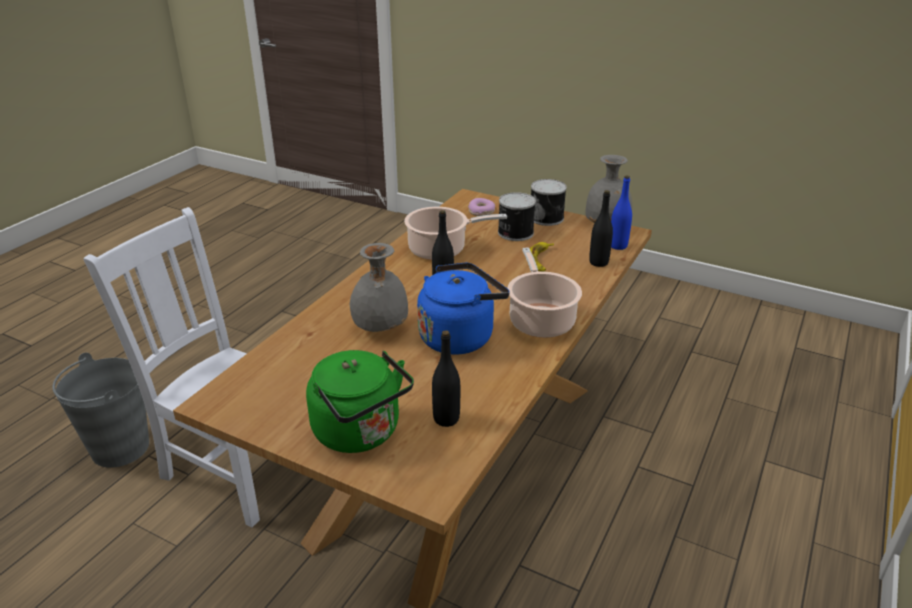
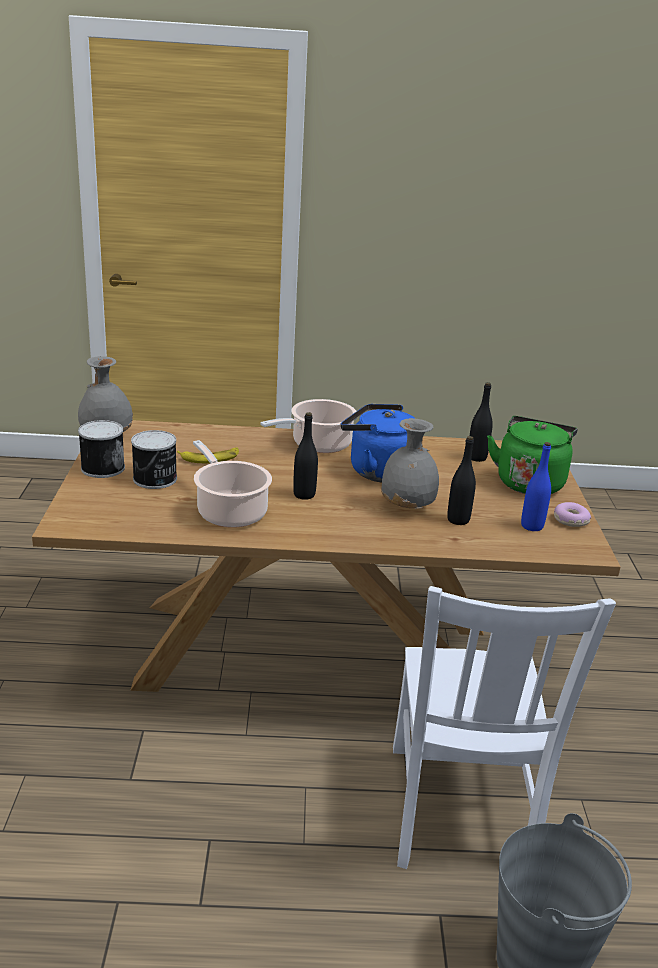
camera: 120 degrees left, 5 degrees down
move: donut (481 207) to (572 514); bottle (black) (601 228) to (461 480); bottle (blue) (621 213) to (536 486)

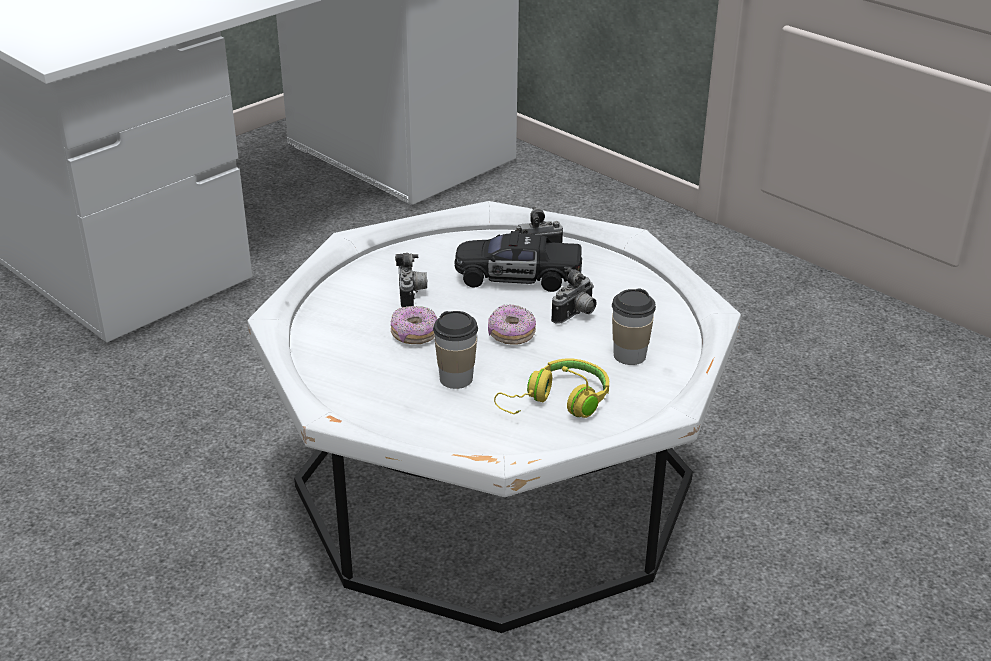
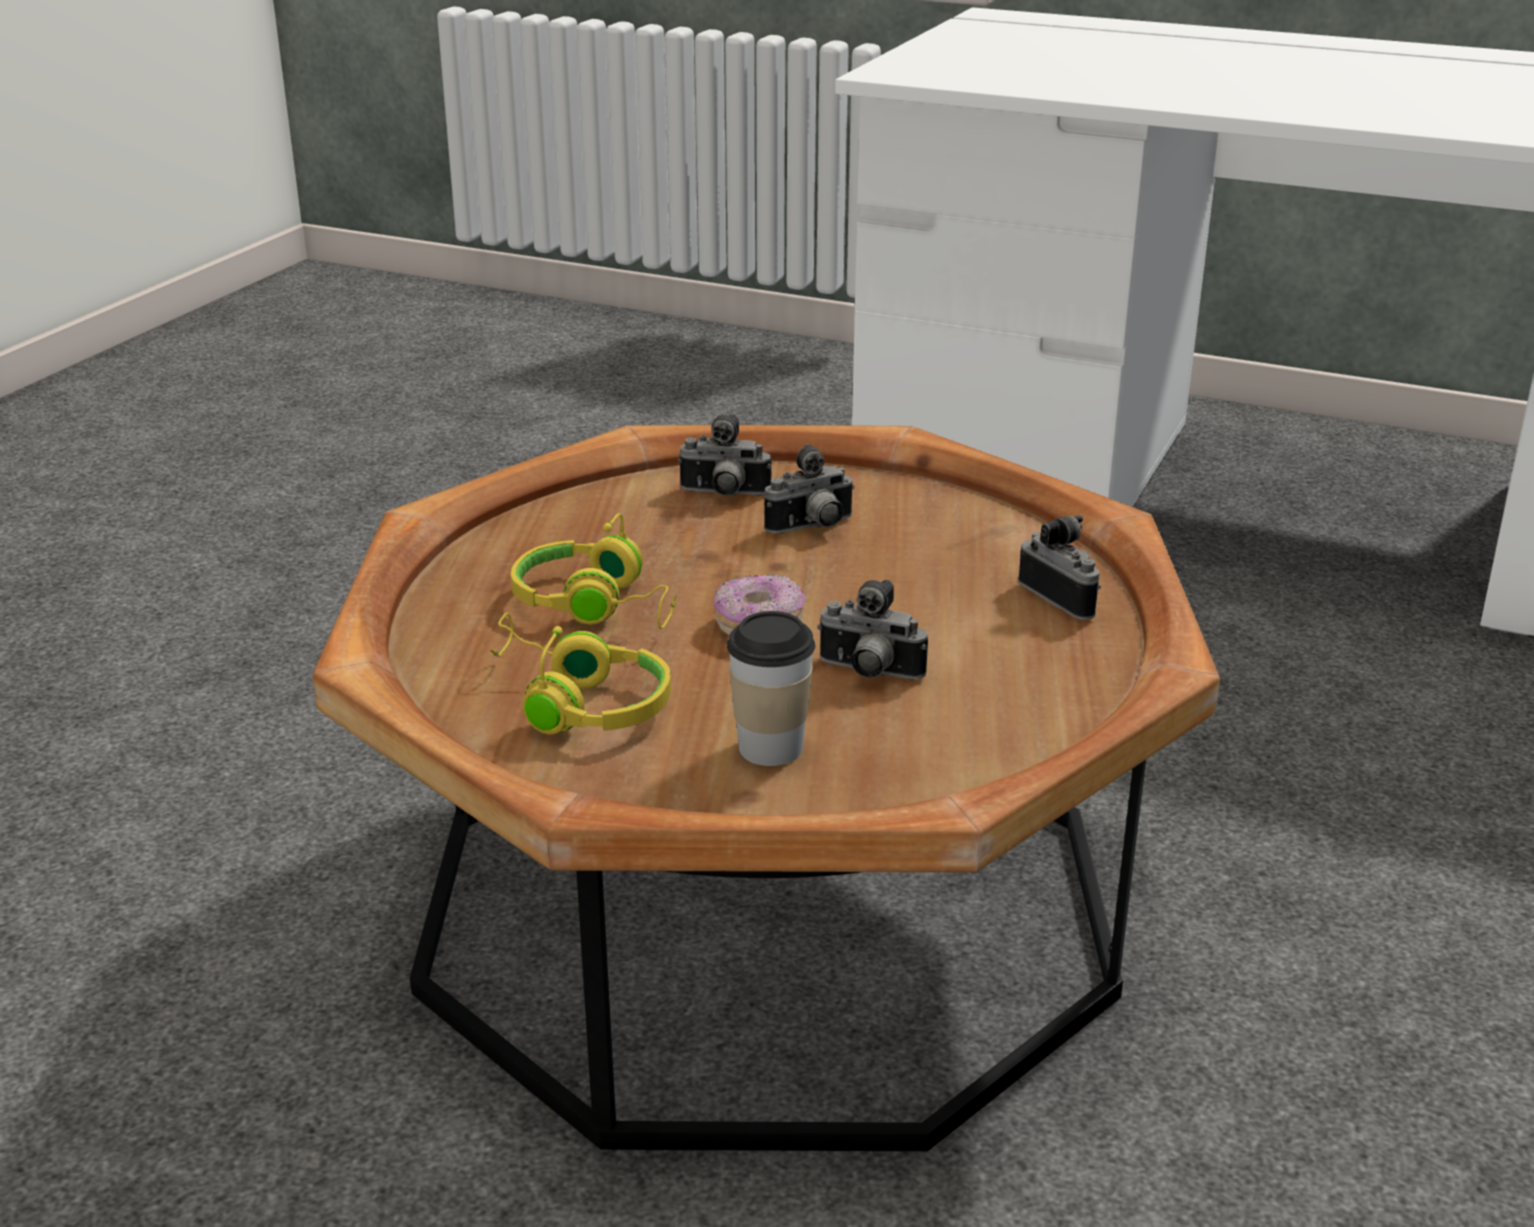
camera: 70 degrees right, 5 degrees down
delete: donut (414 325); toy car (black) (518 261)
insert: photo camera (724 455)
replace: cup (455 350) to headphones (yellow) (593 571)
recolor: coffee table (white) (494 417) to coffee table (brown) (766 788)

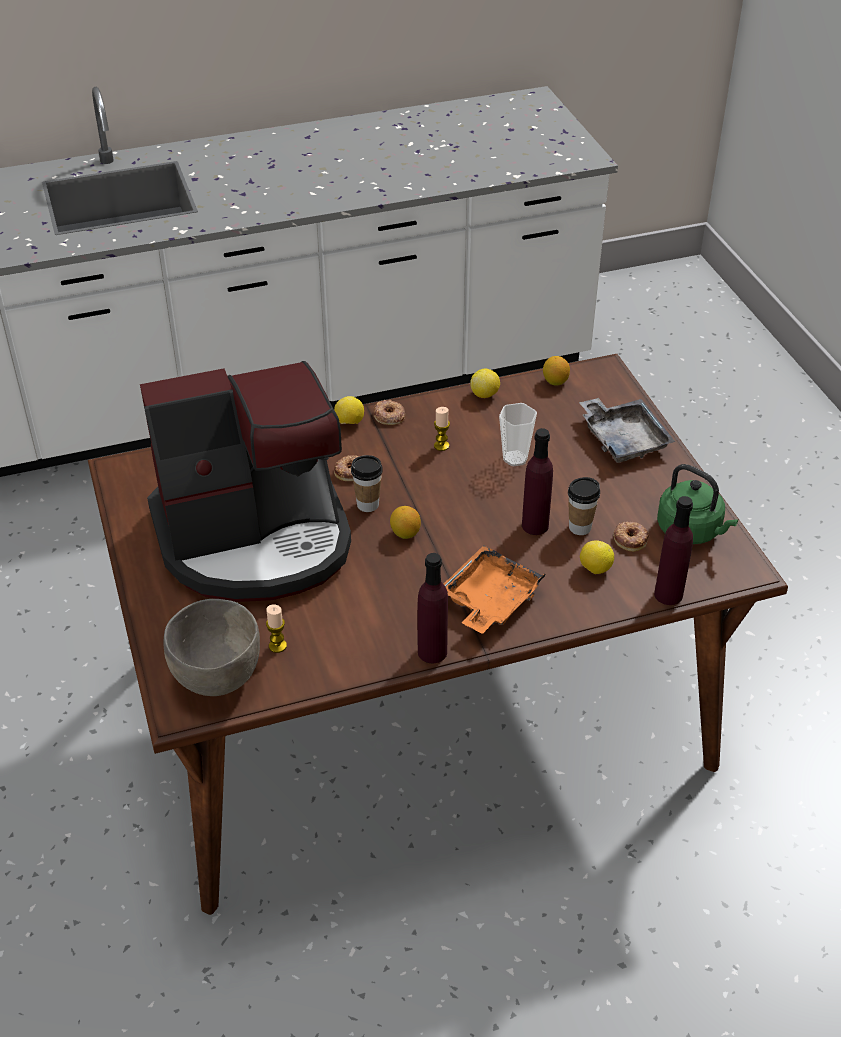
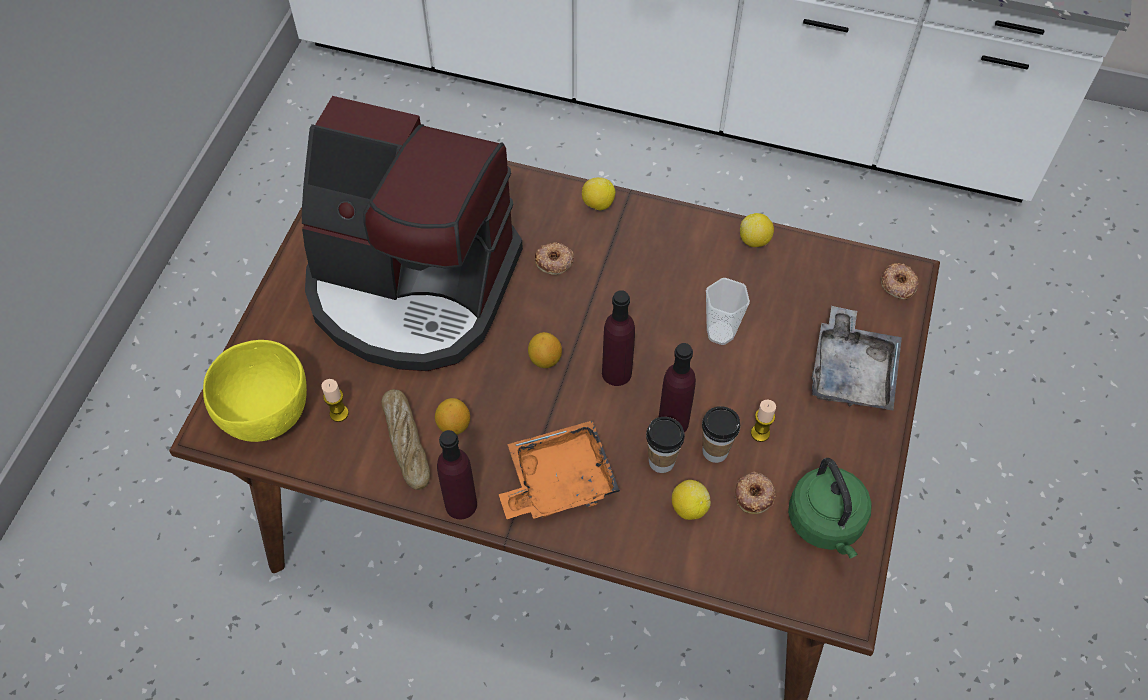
camera: 35 degrees right, 15 degrees up
insert: bread (406 439)
move: cup (367 483) to (665 445); donut (389 412) to (900 281); candle (442 429) to (763 421); lemon (556 371) to (452 416); bottle (purple) (673 550) to (618 338)
recolor: bowl (grey) (212 647) to bowl (yellow) (255 391)

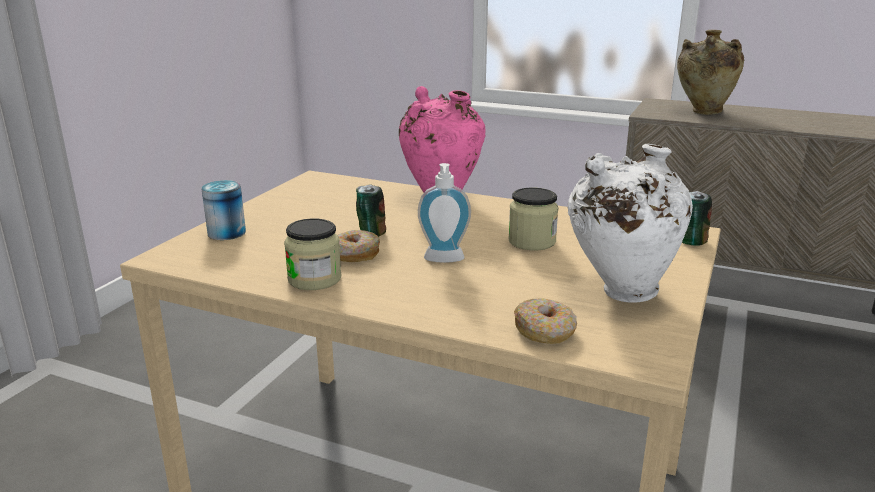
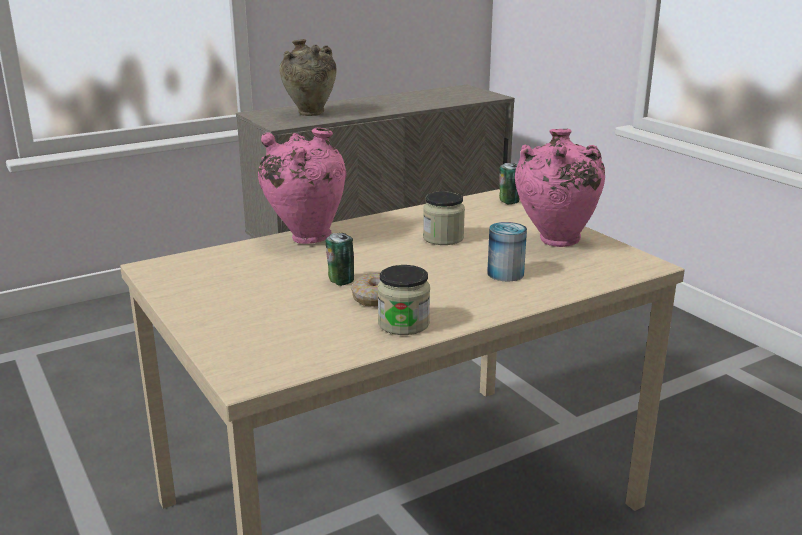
camera: 55 degrees left, 0 degrees up
delete: soap dispenser (444 213); donut (545 321)
move: can (223 210) to (507 251)
recolor: vase (white) (630 223) to vase (pink) (560 188)

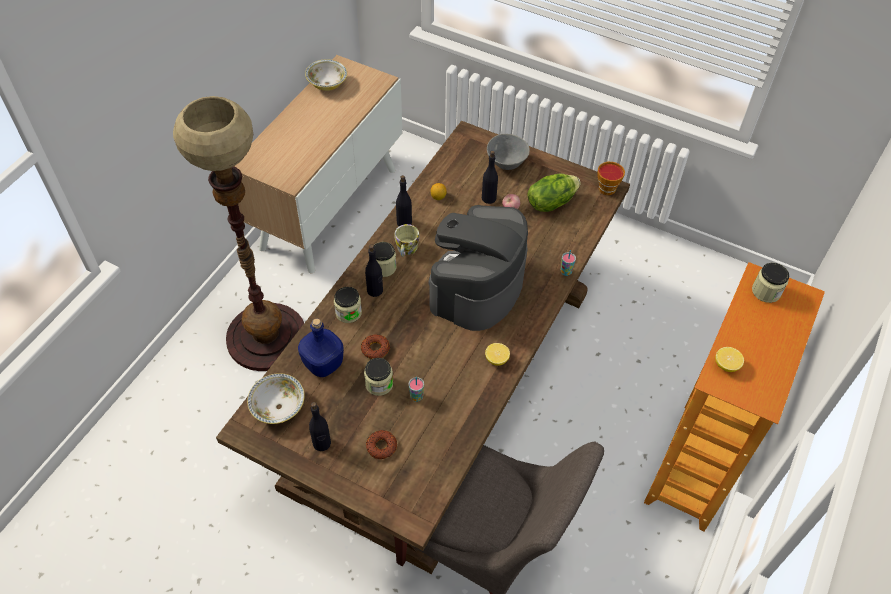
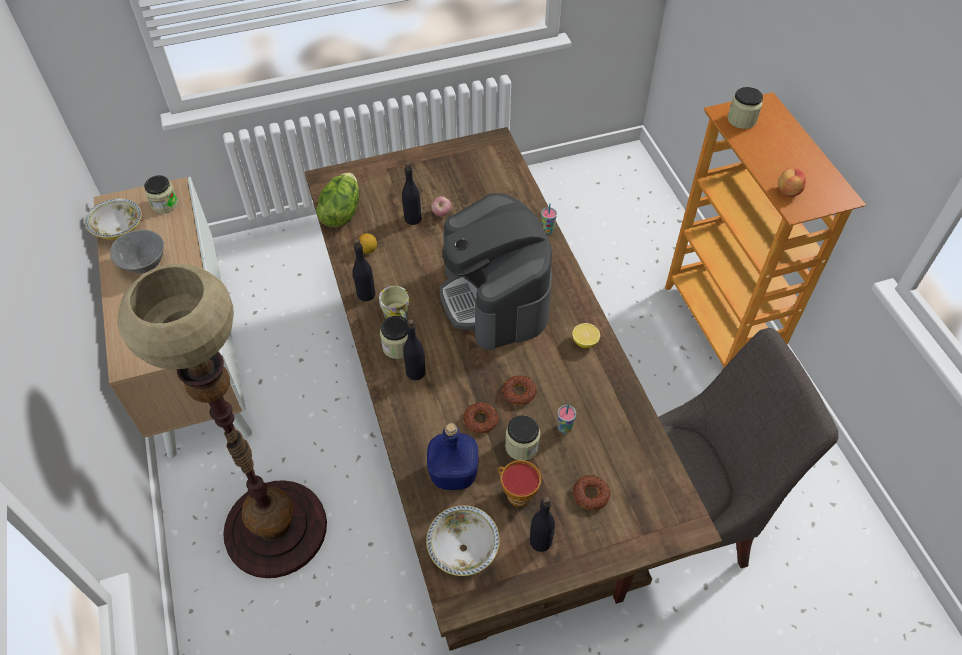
camera: 45 degrees left, 0 degrees up
insert: donut (519 390)
move: jar (348 305) to (161 194); bowl (grey) (508 152) to (137 251); lettuce (554 193) to (337 199); cup (611 178) to (519 483)
replace: lemon (729 359) to apple (792 182)

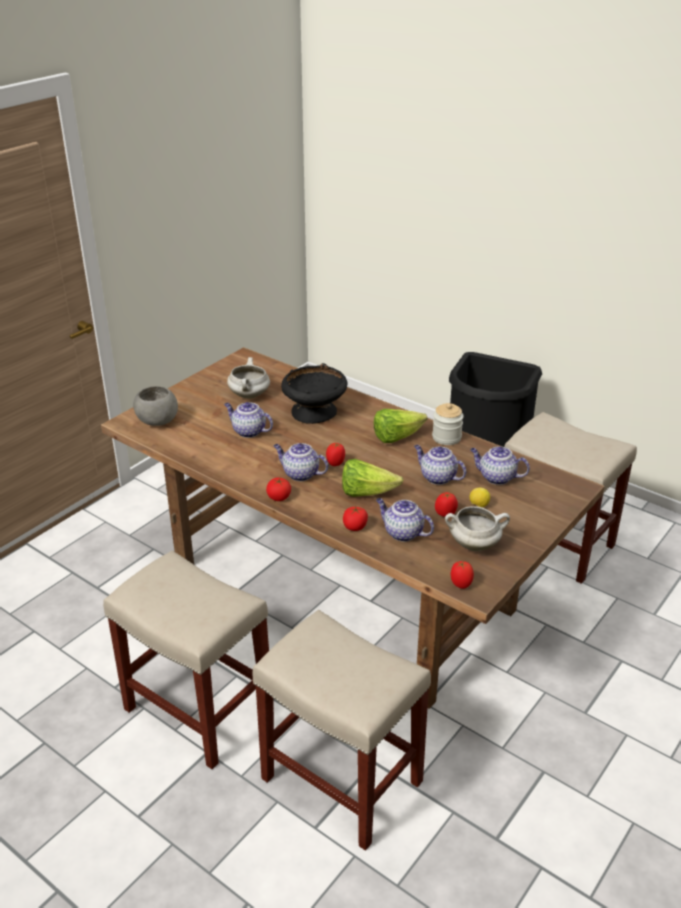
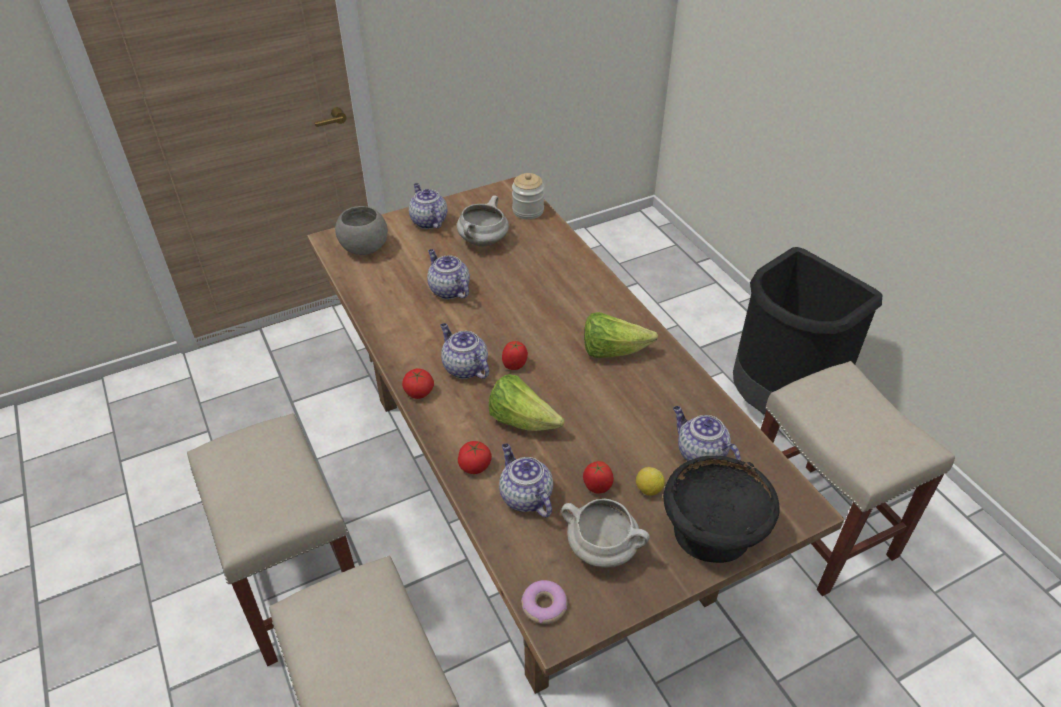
camera: 25 degrees right, 10 degrees up
move: bowl (black) (314 393) to (721 509); teapot (440 465) to (428 206); jar (448 424) to (528 196)
replace: tomato (462 575) to donut (544 602)

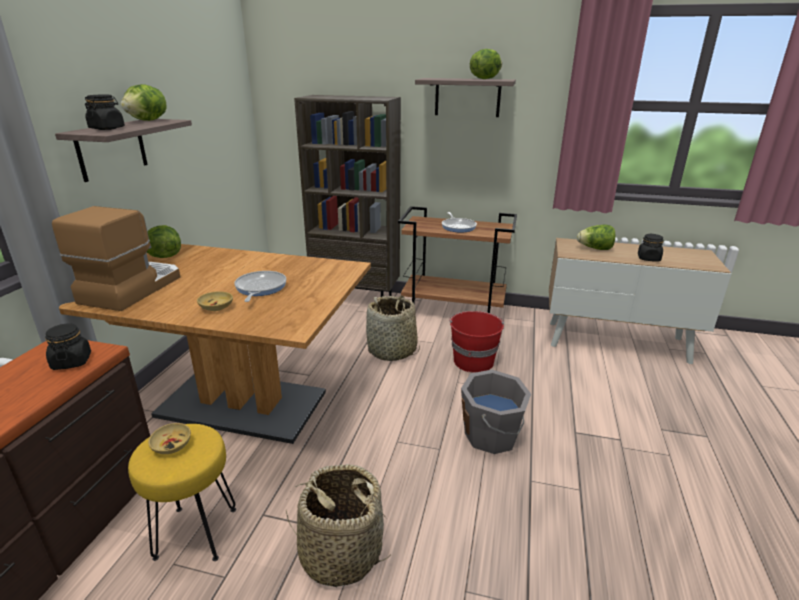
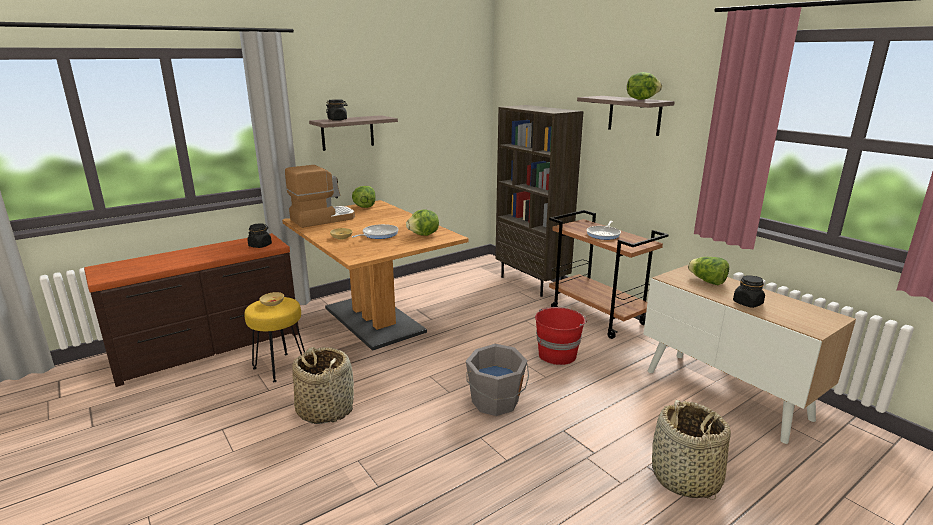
camera: 40 degrees right, 5 degrees down
move: lettuce (143 102) to (422 222); basket (393 328) to (691 450)

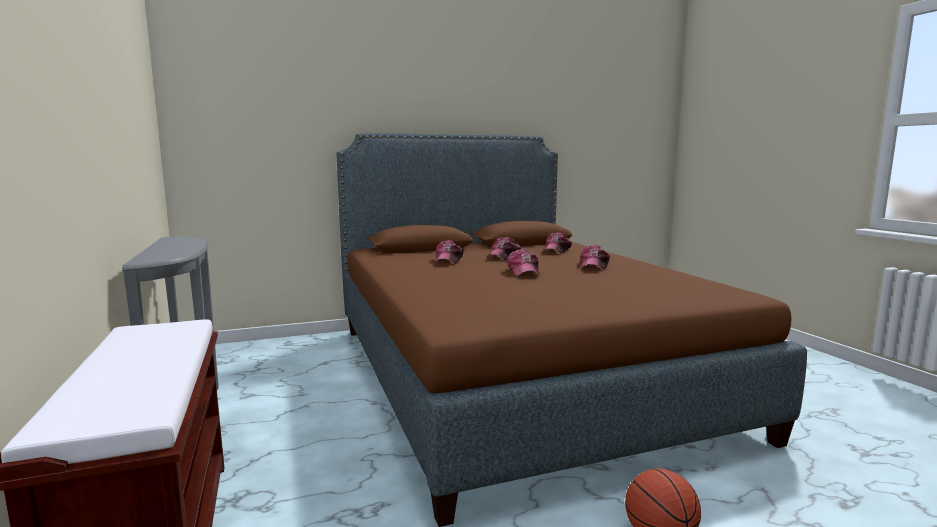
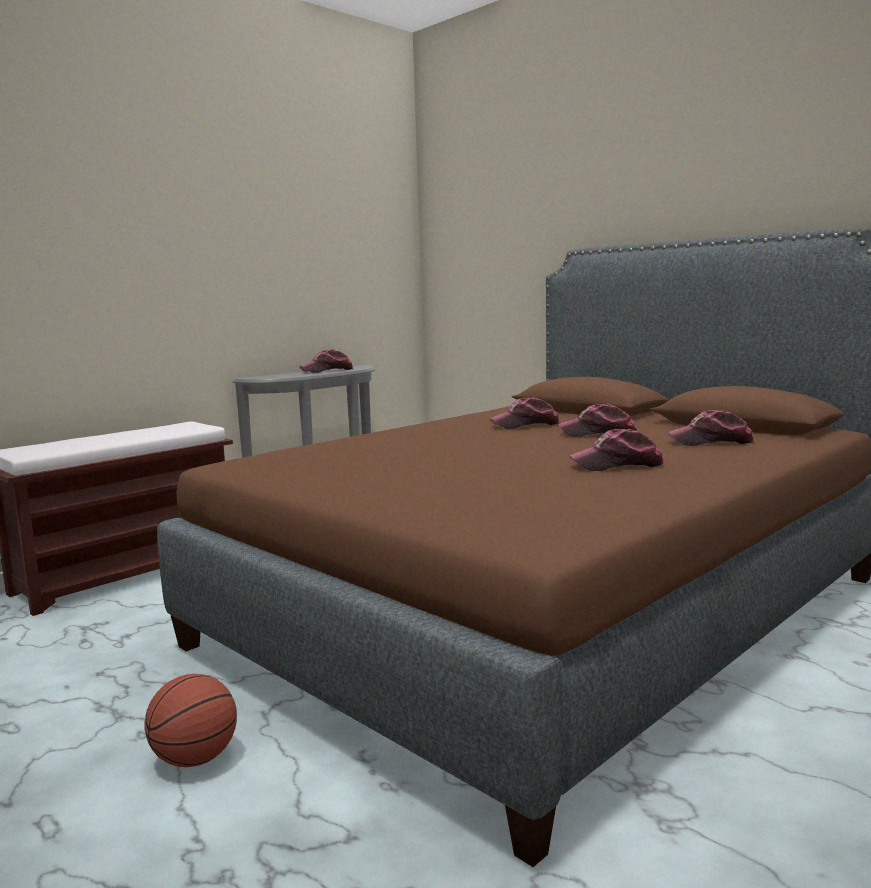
camera: 65 degrees right, 0 degrees up
move: cap (523 262) to (326 361)

